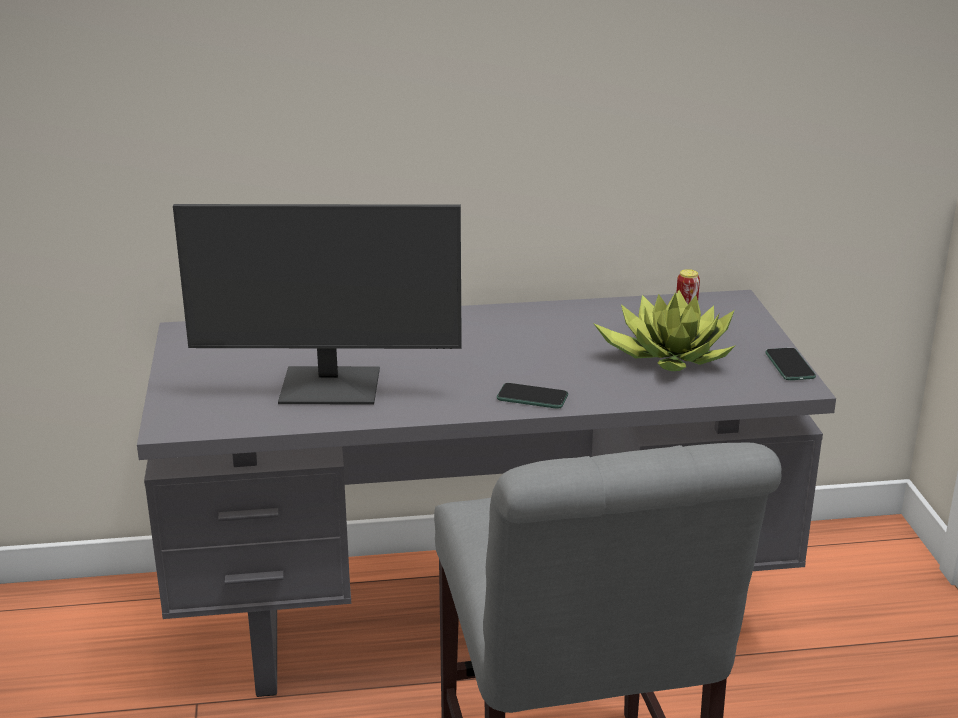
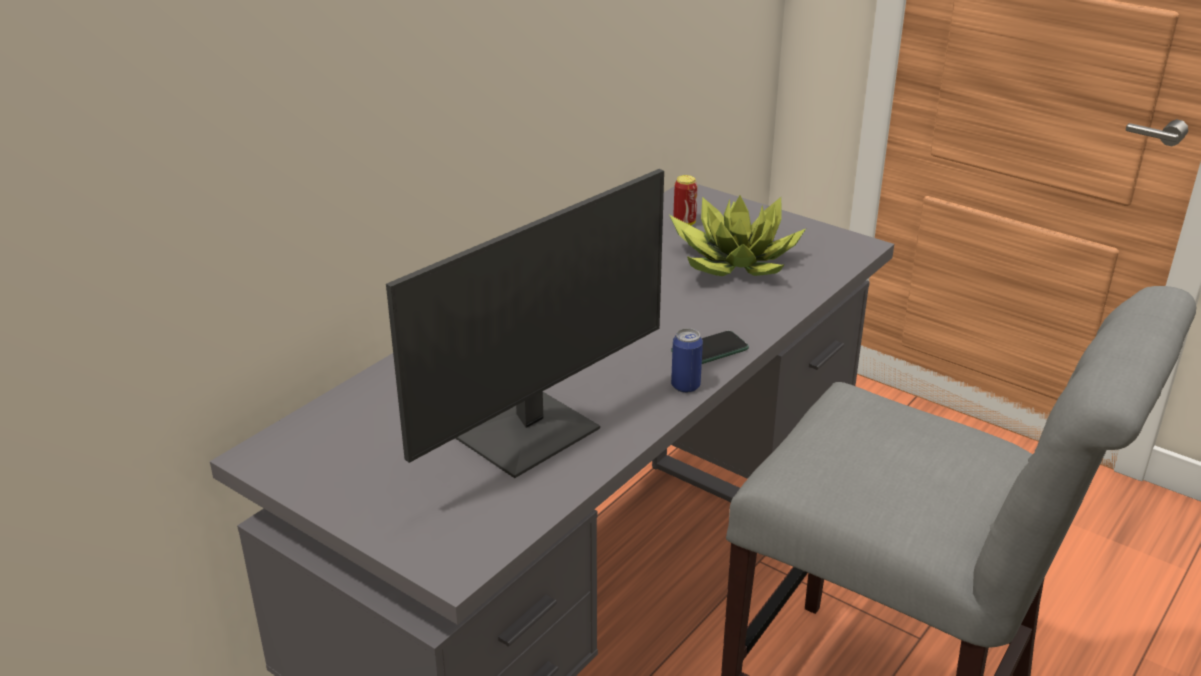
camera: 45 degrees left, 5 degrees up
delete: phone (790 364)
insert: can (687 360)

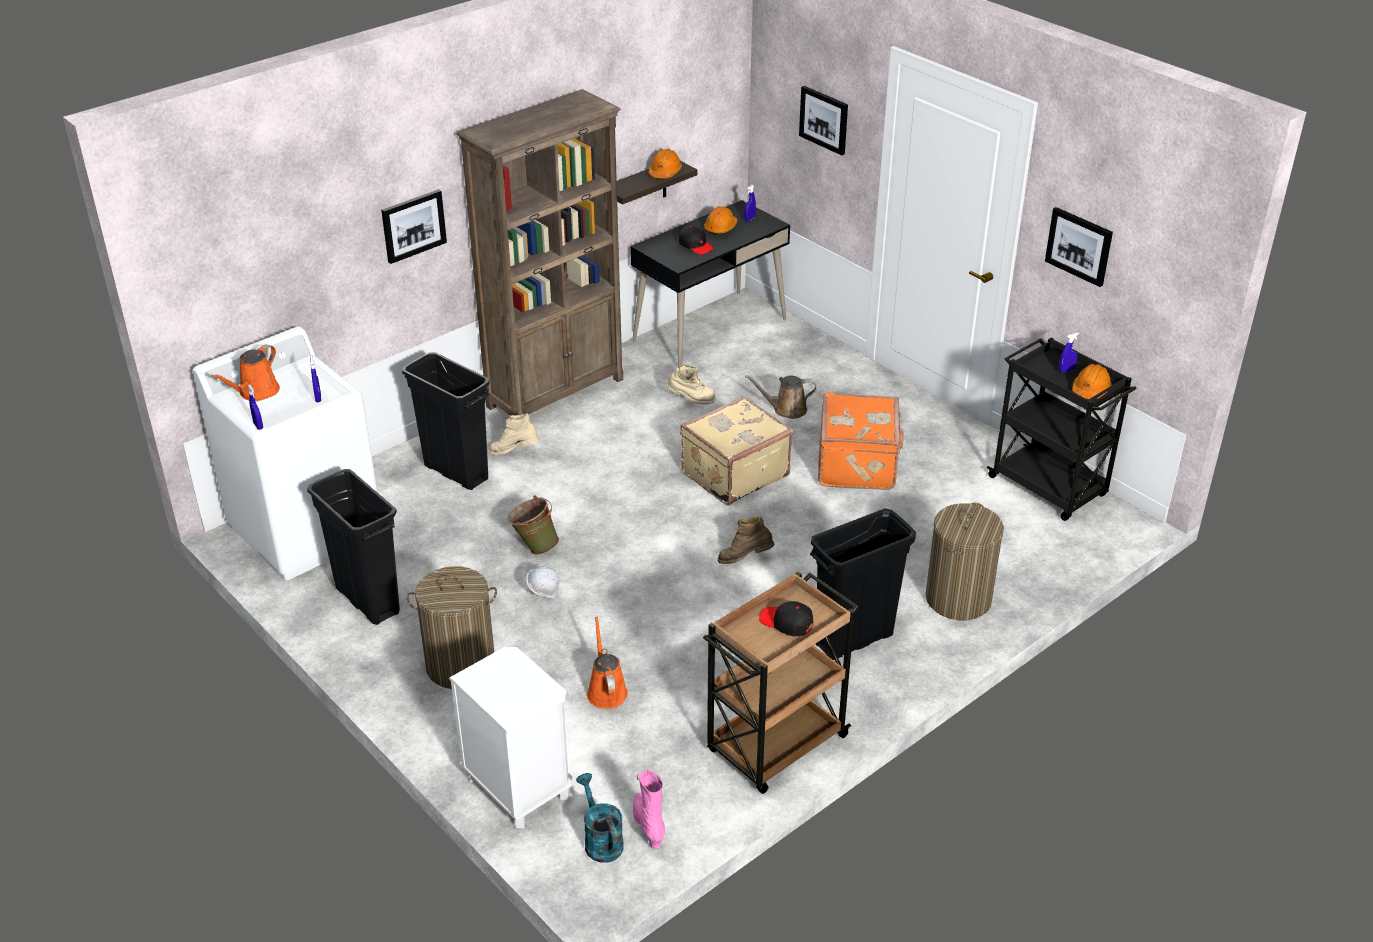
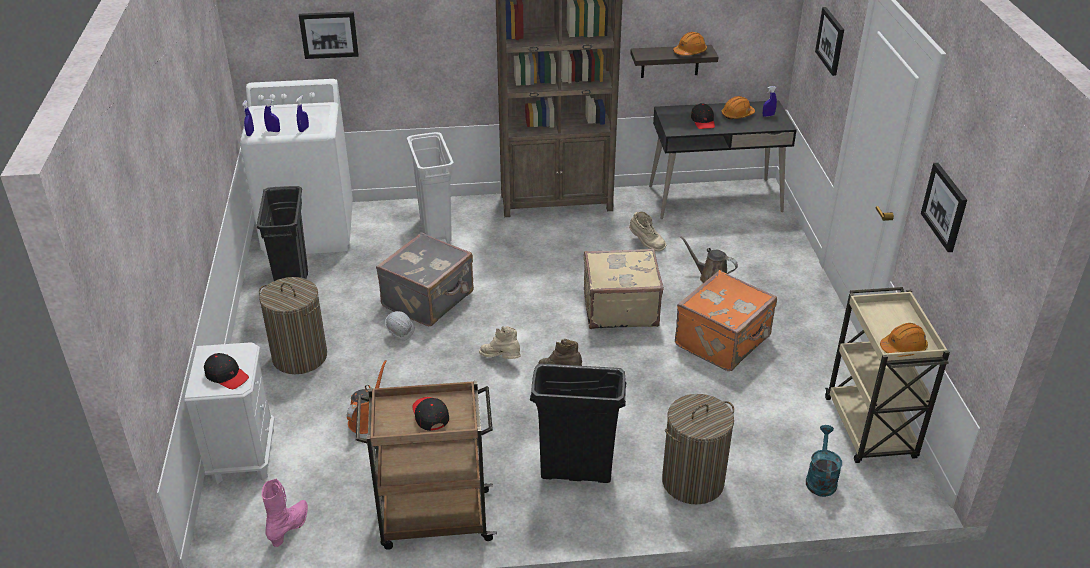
camera: 35 degrees right, 0 degrees up
delete: watering can (orange) (246 372)
insert: cap (black) (226 371)
move: picture (414 226) to (329 35); boot (beige) (514 434) to (500 342); watering can (turquoise) (600 818) to (824 461); spray bottle (blue) (1069 353) to (272 115)
replace: bucket (green) (533 525) to suitcase (grey) (425 279)
recolor: trash can (black) (446 421) to trash can (white) (430 187); cart (black) (1061 429) to cart (beige) (887 375)

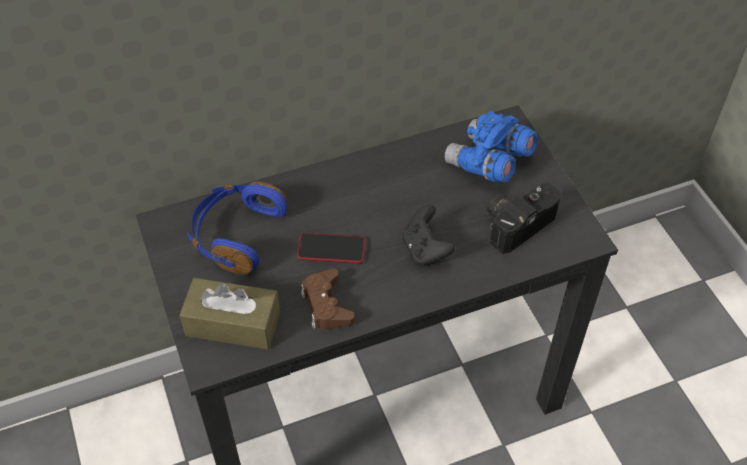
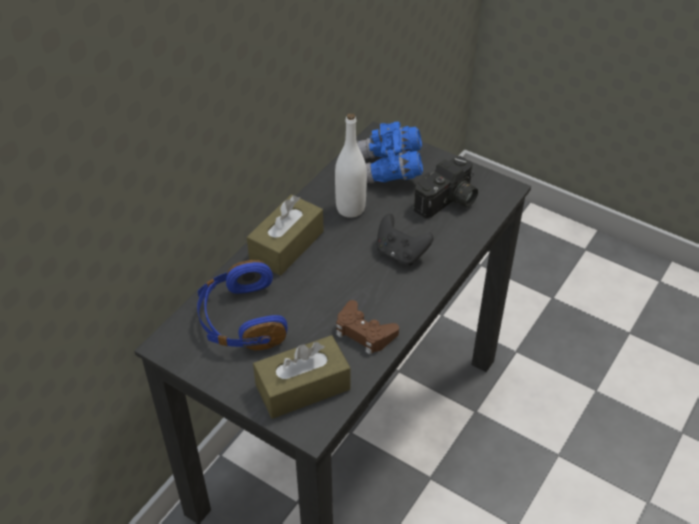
camera: 35 degrees left, 5 degrees down
delete: phone (331 248)
insert: tissue box (brown) (285 235); bottle (white) (351 165)
rotate: photo camera (524 218) = (446 187) 150 degrees counterclockwise

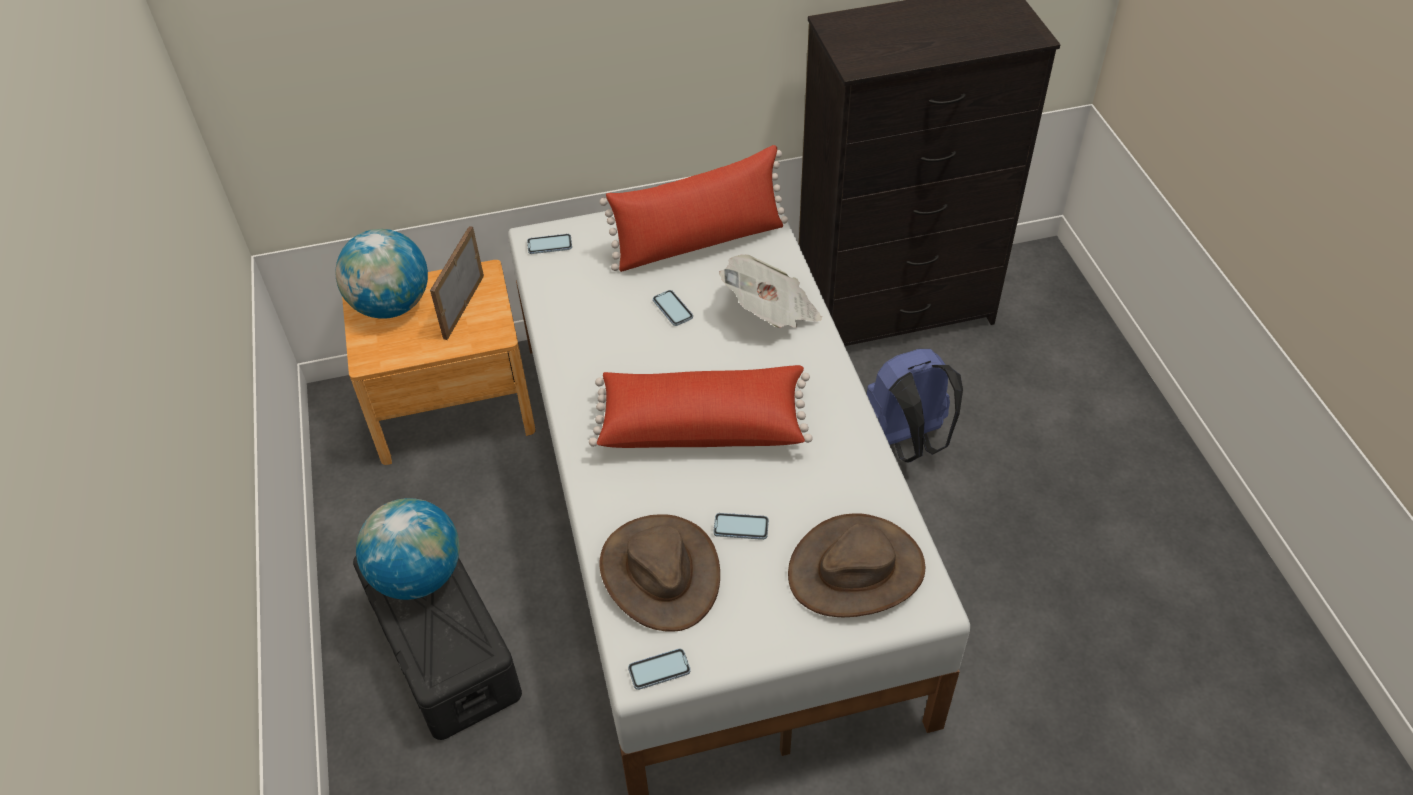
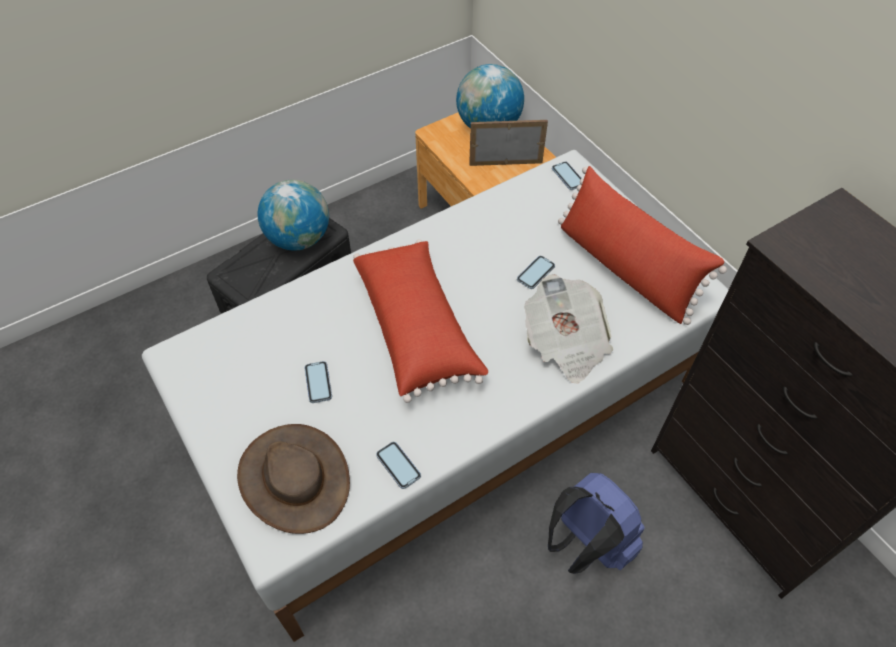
camera: 70 degrees right, 5 degrees up
delete: hat (brown) (659 573)
move: phone (659 669) to (398 465)

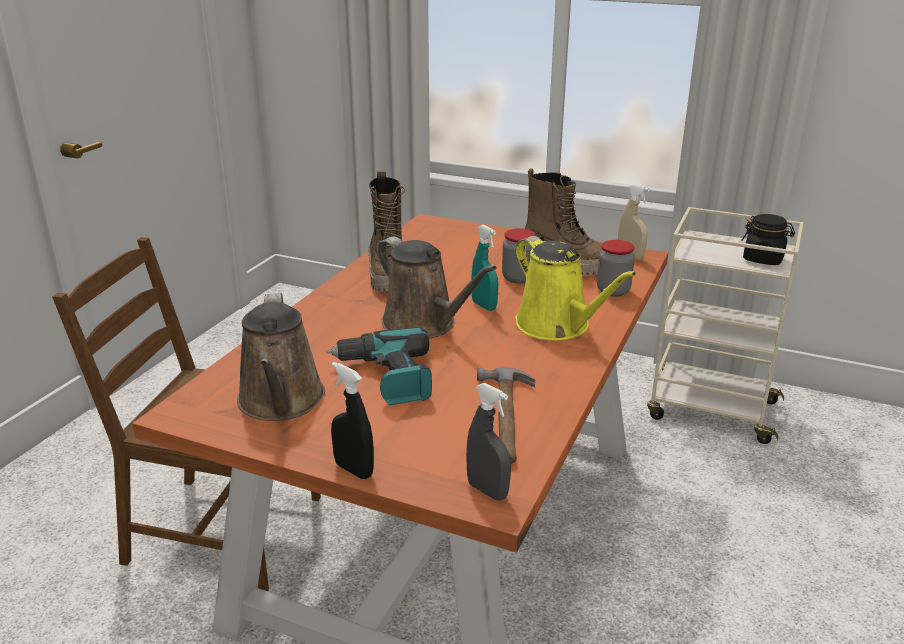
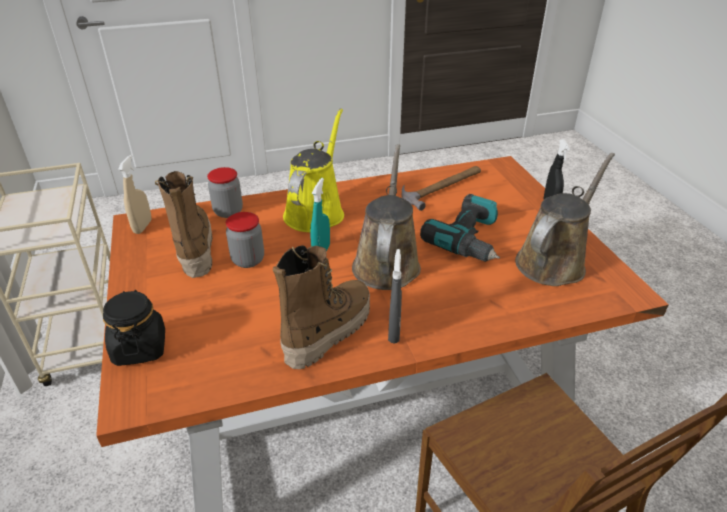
camera: 130 degrees left, 10 degrees up
move: spray bottle (grey) (488 441) to (395 296); jar (black) (768 239) to (134 328)

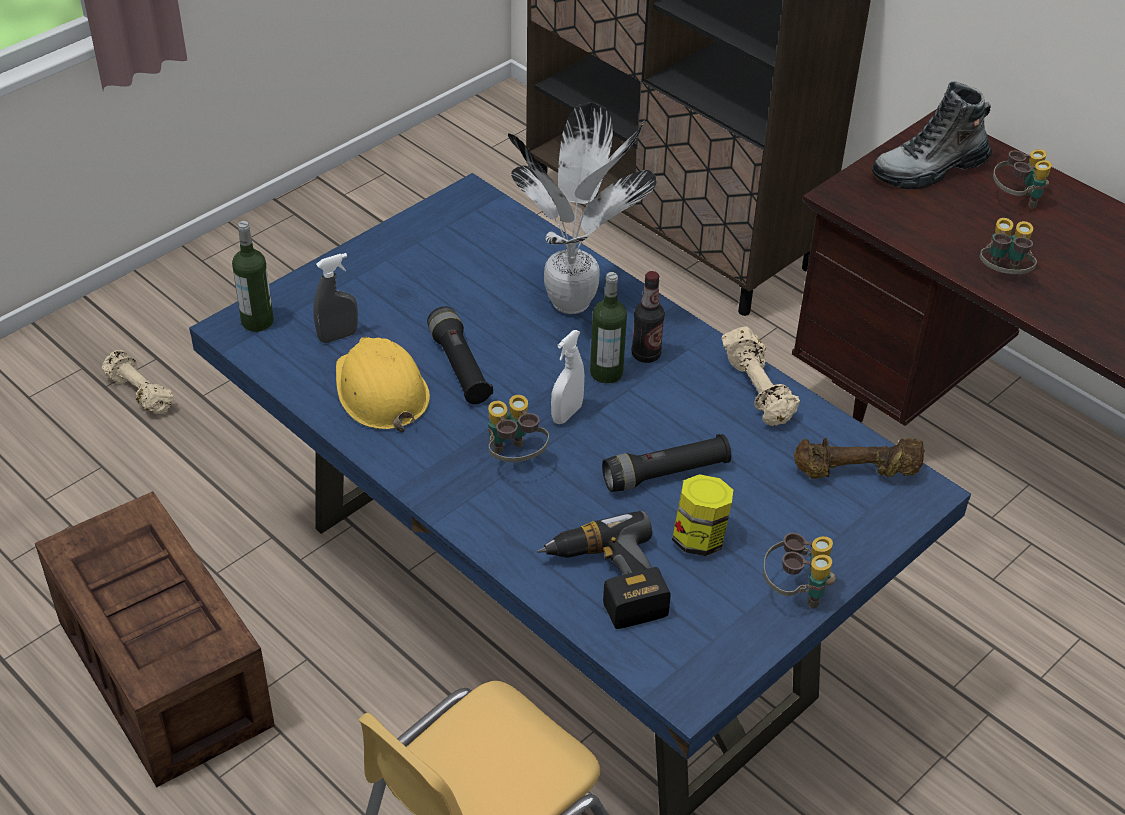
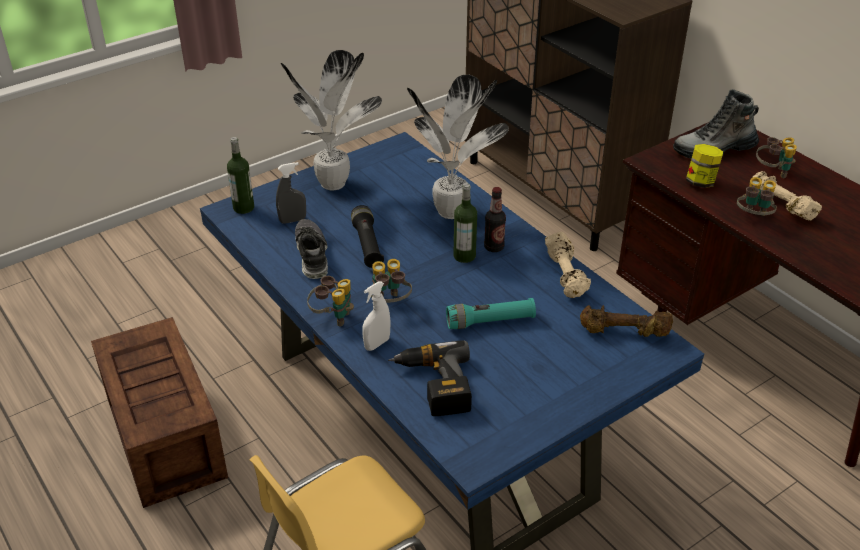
camera: 10 degrees right, 5 degrees down
insert: potted plant (331 120)
move: dumbbell (beige) (137 382) to (787 195); spray bottle (white) (568 377) to (376 316); jar (702 515) to (704 166); binoculars (799 571) to (330 301)
replace: hard hat (yellow) (383 384) to shoe (311 249)
recolor: flashlight (black) (666 463) to flashlight (turquoise) (491 313)

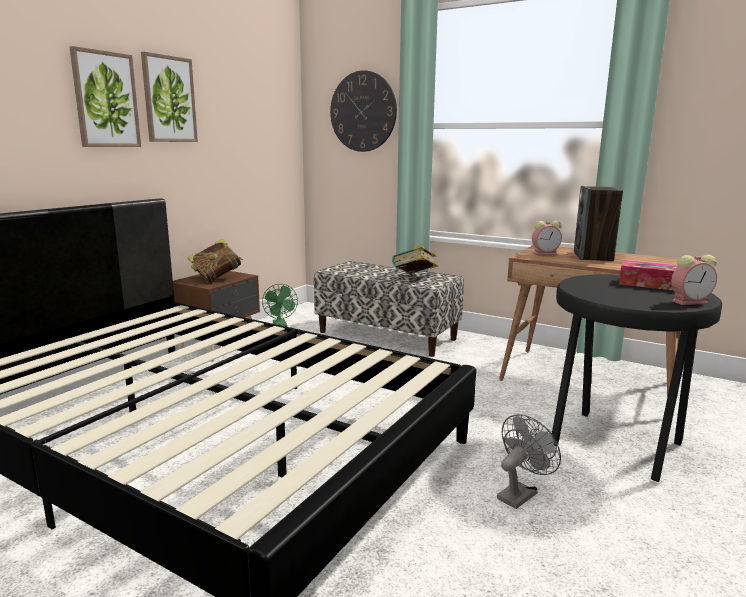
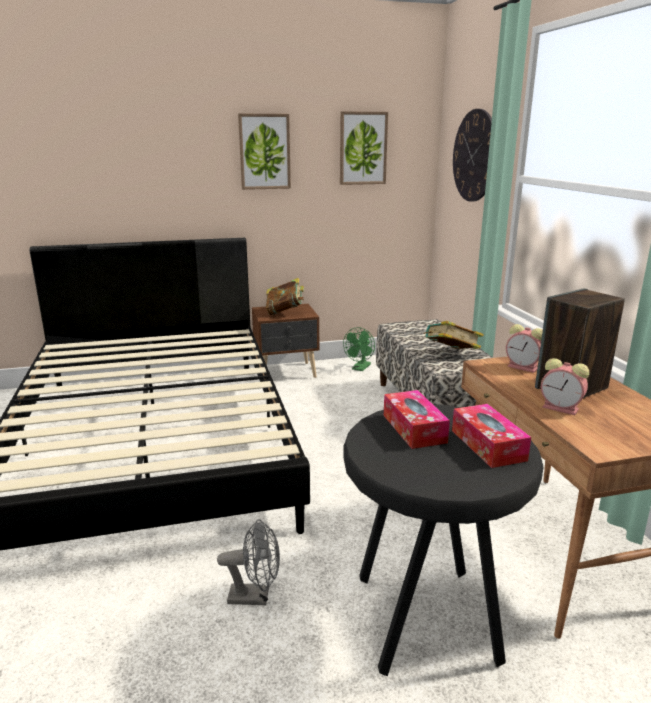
camera: 45 degrees right, 5 degrees up
insert: tissue box (417 419)
move: picture (105 96) to (364 148); alarm clock (694 280) to (565 386)

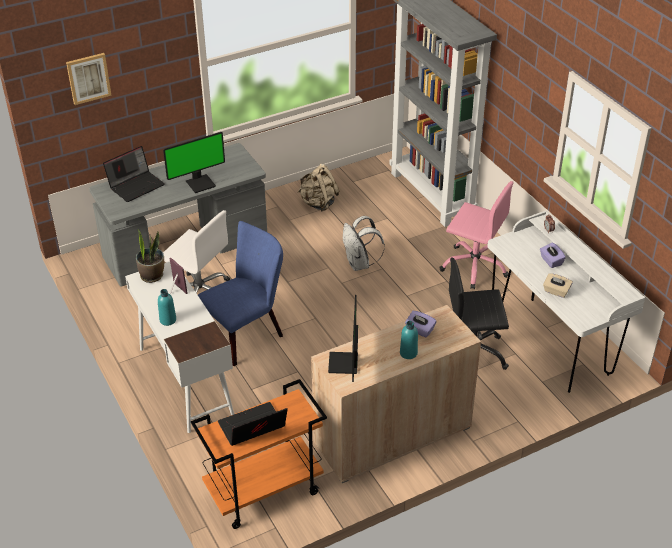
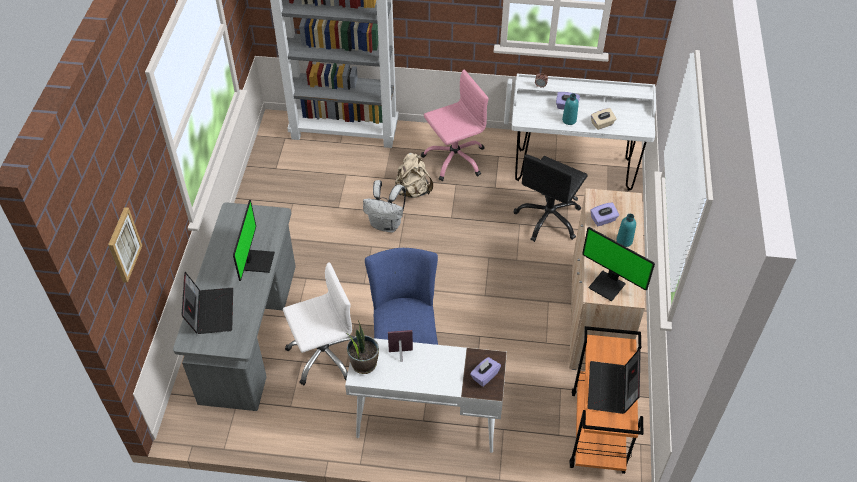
camera: 55 degrees left, 10 degrees up
insert: tissue box (purple) (485 372)
move: bottle (turquoise) (167 307) to (570 109); backpack (beige) (319 188) to (414 175)

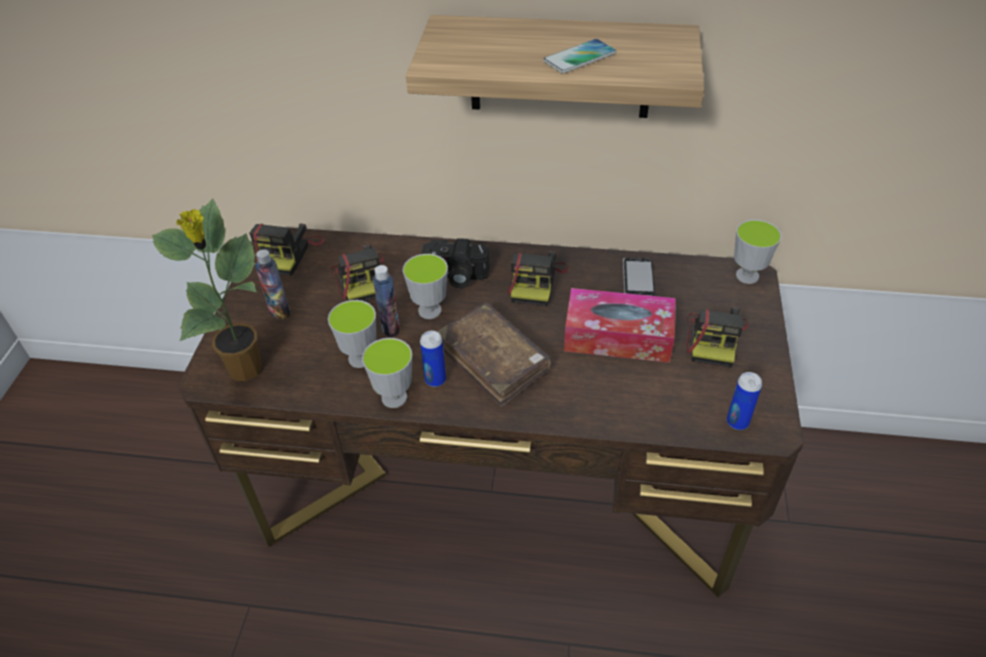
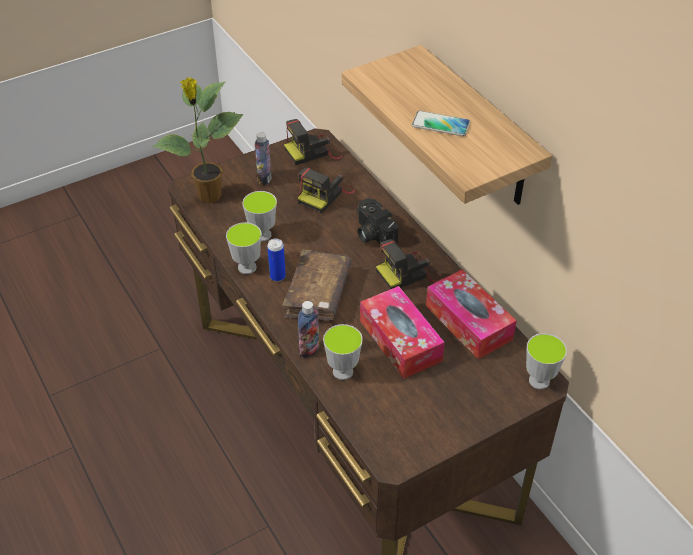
camera: 50 degrees right, 0 degrees up
delete: photo camera (717 337); can (744 401)
move: bottle (386 301) to (308 329); cup (425 286) to (343 352)
replace: phone (639 277) to tissue box (471 314)

